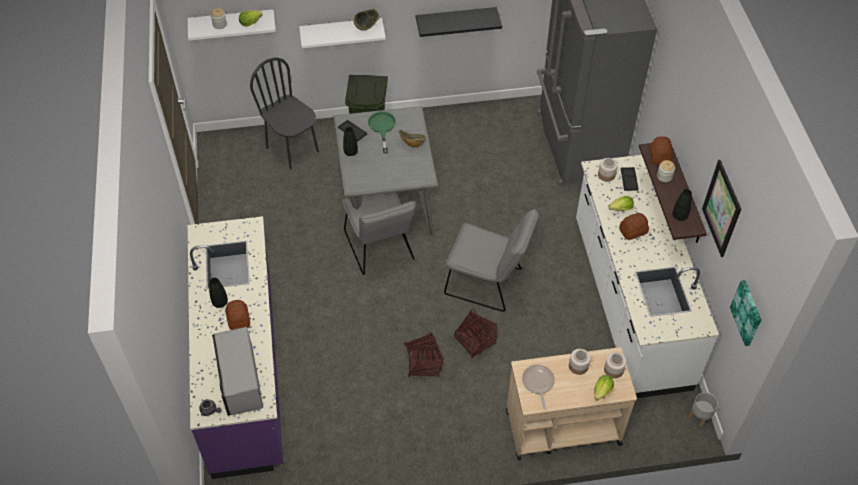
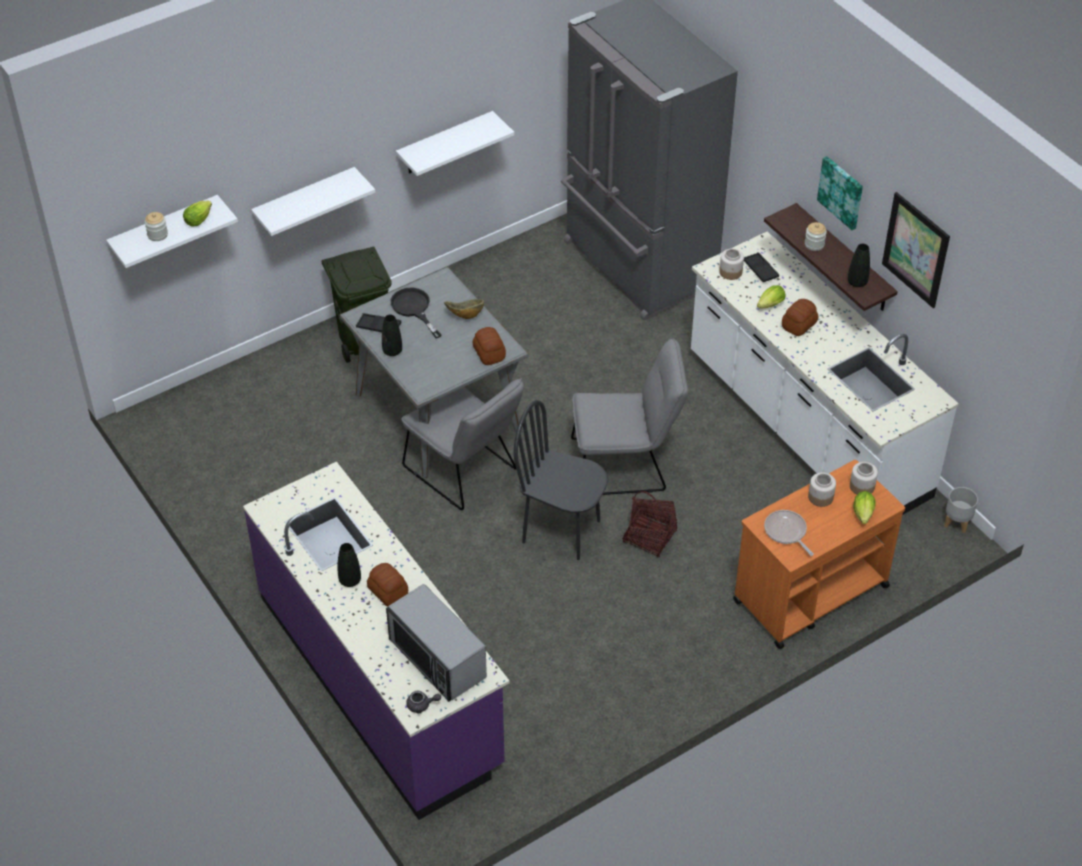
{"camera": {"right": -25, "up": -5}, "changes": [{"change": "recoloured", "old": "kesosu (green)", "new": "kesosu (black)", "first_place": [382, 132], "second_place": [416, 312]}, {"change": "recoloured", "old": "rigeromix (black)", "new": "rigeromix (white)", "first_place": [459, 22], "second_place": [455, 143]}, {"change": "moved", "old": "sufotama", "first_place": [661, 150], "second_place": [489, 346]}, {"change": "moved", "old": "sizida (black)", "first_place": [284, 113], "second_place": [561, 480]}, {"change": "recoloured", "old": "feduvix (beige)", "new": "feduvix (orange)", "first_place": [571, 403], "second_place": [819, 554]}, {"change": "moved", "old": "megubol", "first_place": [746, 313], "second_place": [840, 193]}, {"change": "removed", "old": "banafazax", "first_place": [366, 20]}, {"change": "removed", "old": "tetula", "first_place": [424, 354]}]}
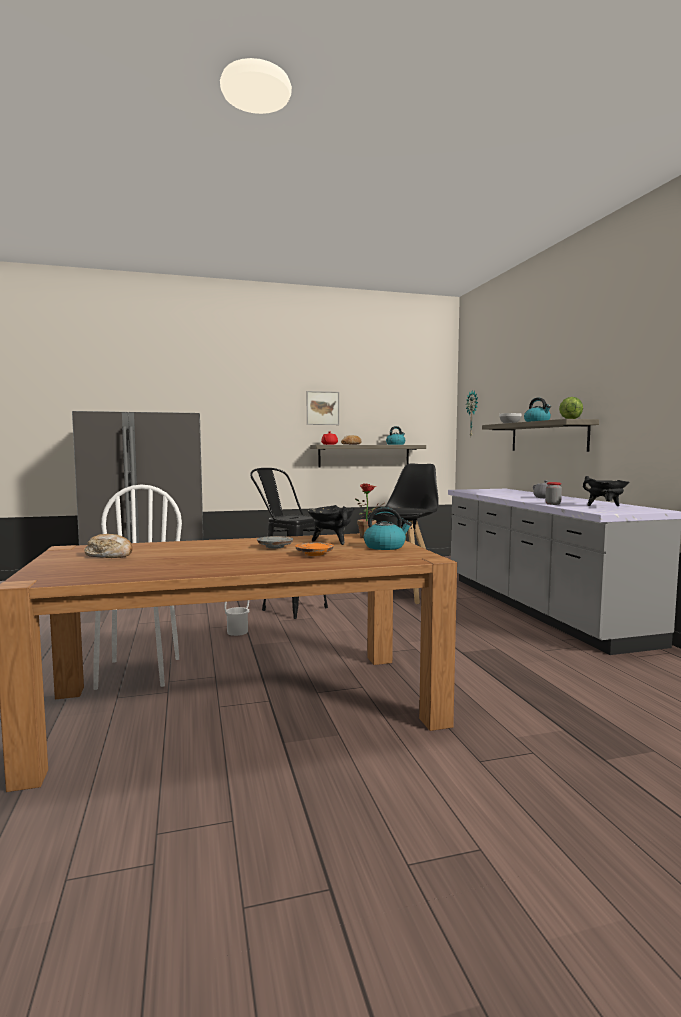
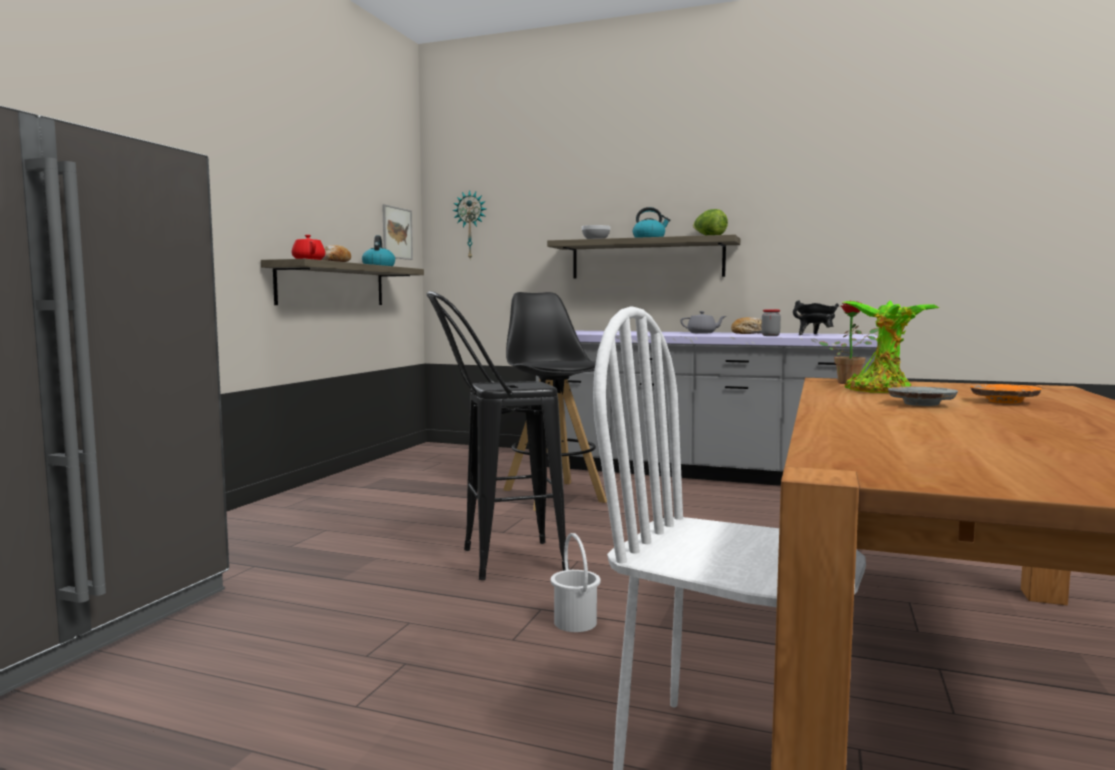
{"camera": {"right": -55, "up": 0}, "changes": [{"change": "moved", "old": "megubol", "first_place": [323, 408], "second_place": [397, 232]}, {"change": "moved", "old": "sufotama", "first_place": [108, 546], "second_place": [746, 325]}, {"change": "replaced", "old": "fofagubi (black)", "new": "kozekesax", "first_place": [330, 525], "second_place": [891, 346]}, {"change": "removed", "old": "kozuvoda", "first_place": [388, 528]}]}
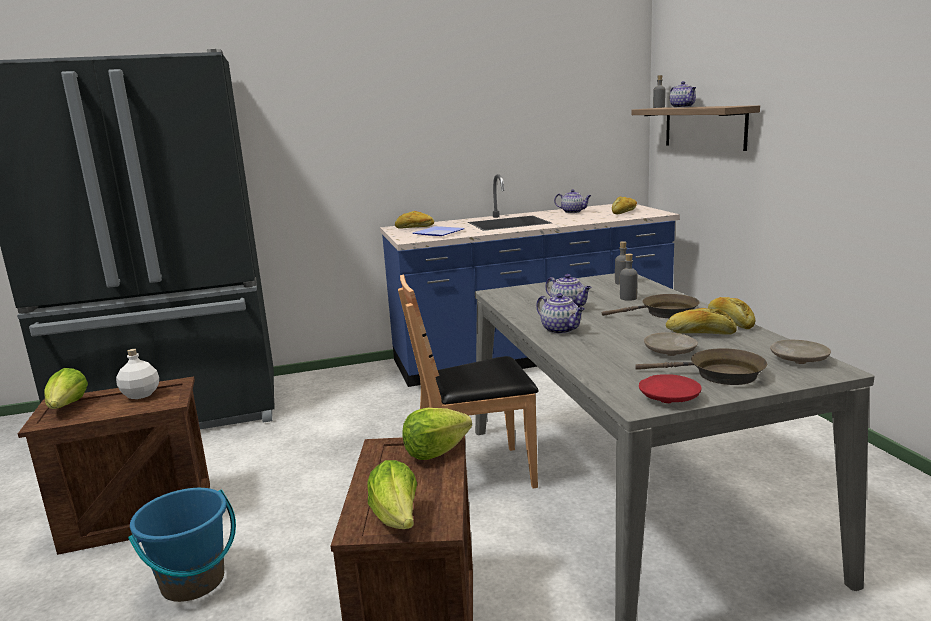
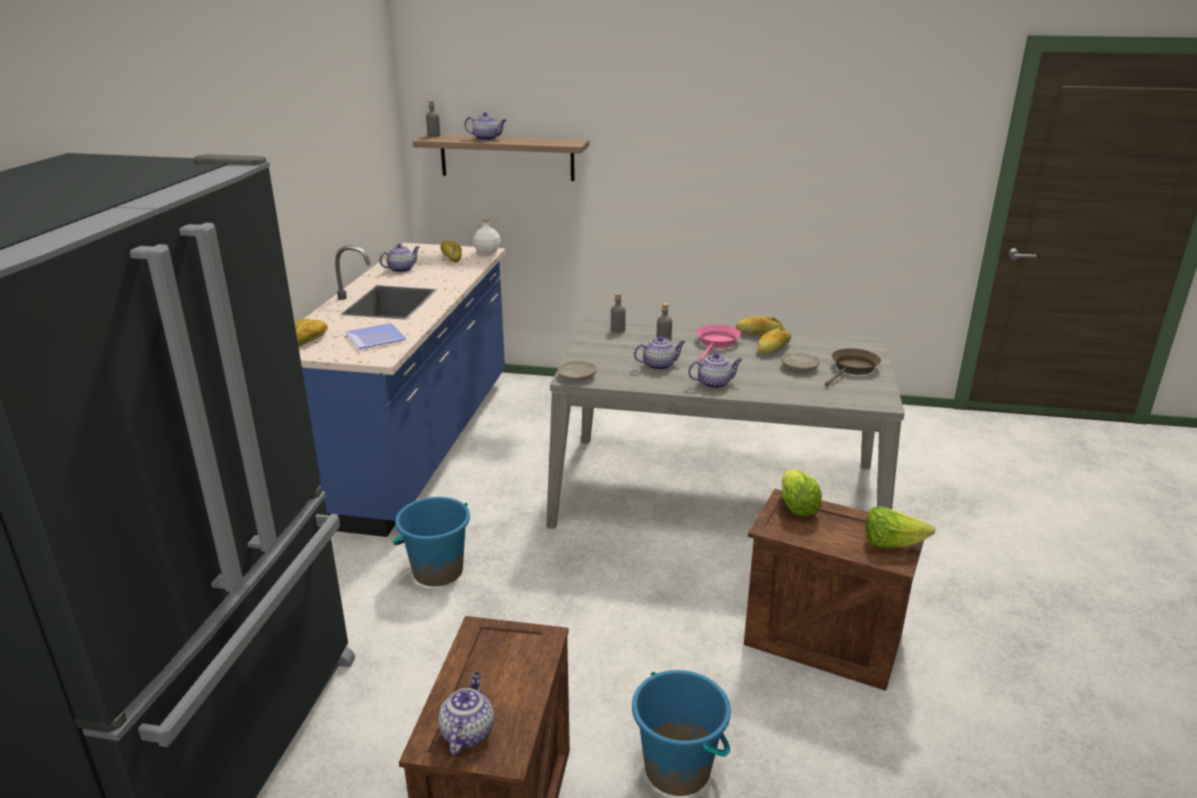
{"camera": {"right": -65, "up": 10}, "changes": [{"change": "added", "new": "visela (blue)", "second_place": [431, 541]}, {"change": "replaced", "old": "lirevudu", "new": "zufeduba", "first_place": [66, 388], "second_place": [466, 713]}, {"change": "moved", "old": "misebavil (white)", "first_place": [137, 374], "second_place": [487, 236]}, {"change": "moved", "old": "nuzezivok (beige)", "first_place": [800, 352], "second_place": [577, 370]}, {"change": "recoloured", "old": "kesosu (brown)", "new": "kesosu (pink)", "first_place": [651, 306], "second_place": [718, 343]}, {"change": "removed", "old": "sizida (brown)", "first_place": [468, 381]}, {"change": "removed", "old": "nuzezivok (red)", "first_place": [670, 388]}]}
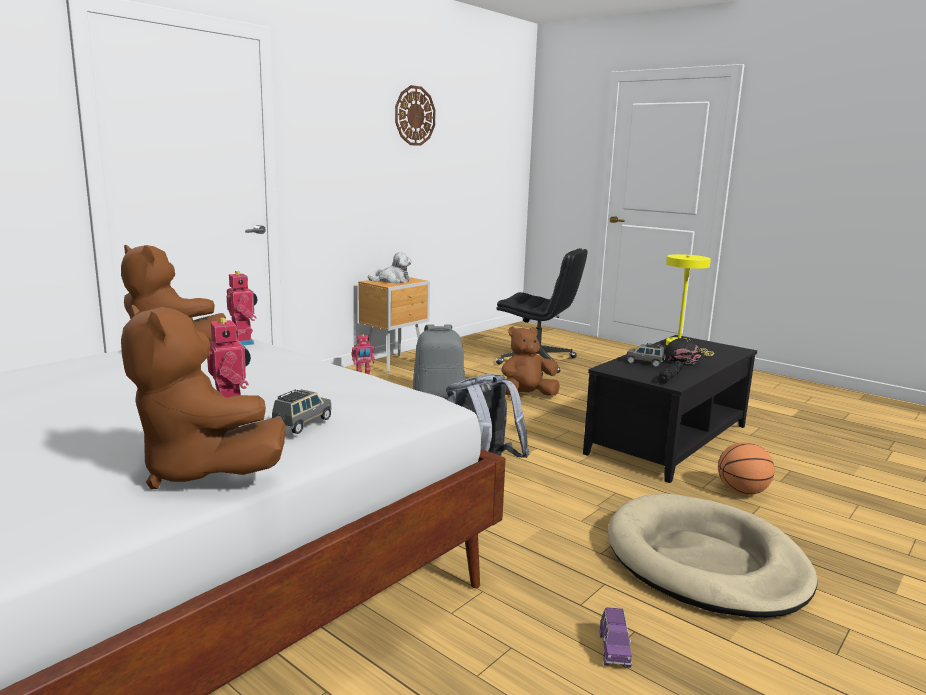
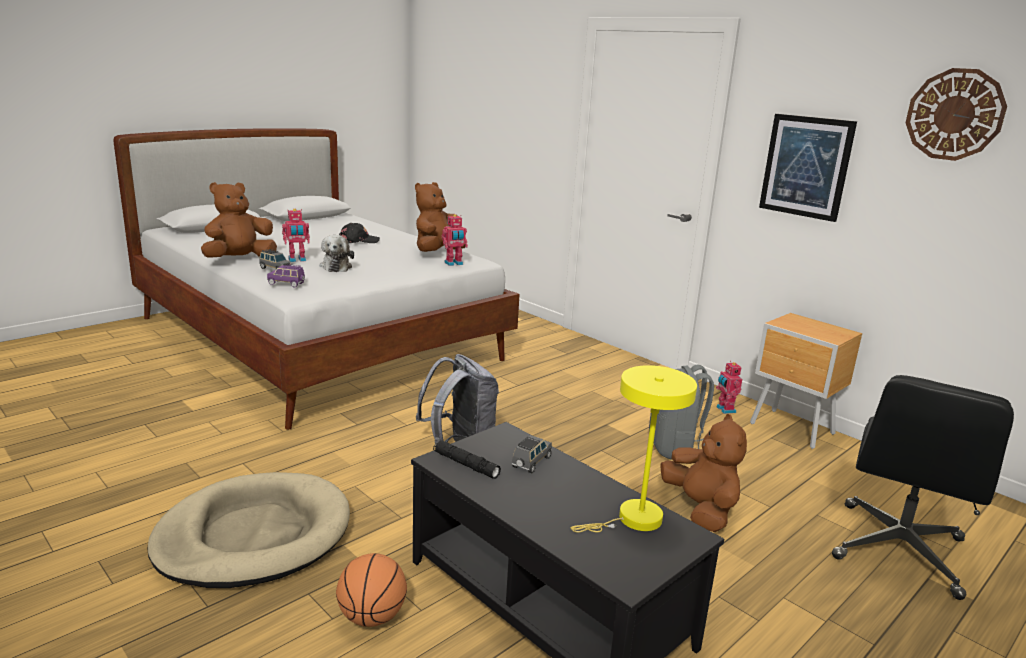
{"camera": {"right": 95, "up": 5}, "changes": [{"change": "moved", "old": "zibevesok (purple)", "first_place": [616, 637], "second_place": [286, 275]}, {"change": "moved", "old": "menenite", "first_place": [390, 267], "second_place": [336, 253]}, {"change": "moved", "old": "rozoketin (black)", "first_place": [683, 351], "second_place": [359, 233]}, {"change": "added", "new": "megubol", "second_place": [808, 168]}]}
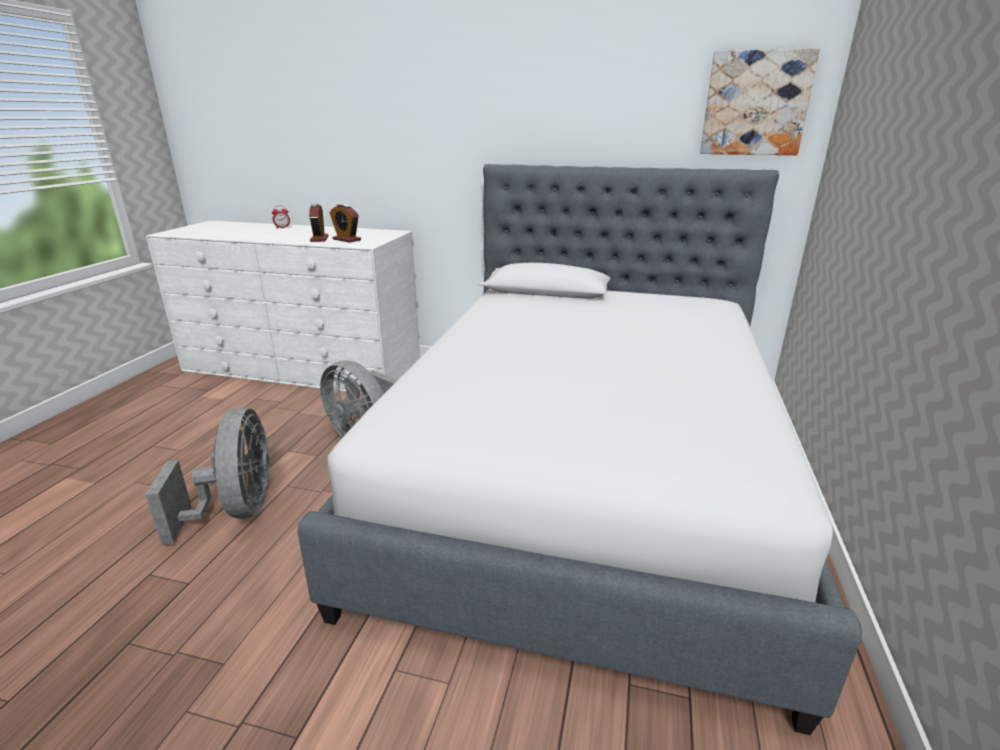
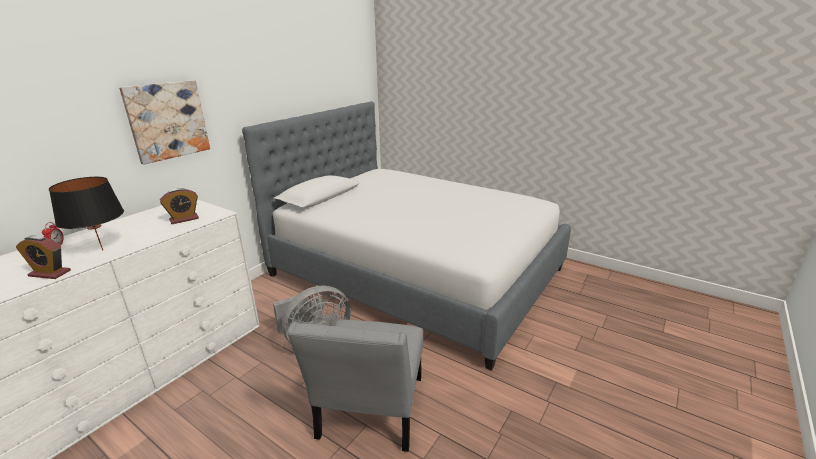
{"camera": {"right": -70, "up": 0}, "changes": [{"change": "moved", "old": "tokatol", "first_place": [319, 223], "second_place": [43, 257]}, {"change": "added", "new": "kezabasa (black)", "second_place": [86, 214]}, {"change": "moved", "old": "megubol", "first_place": [760, 101], "second_place": [164, 122]}, {"change": "replaced", "old": "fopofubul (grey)", "new": "sizida (grey)", "first_place": [208, 476], "second_place": [355, 386]}]}
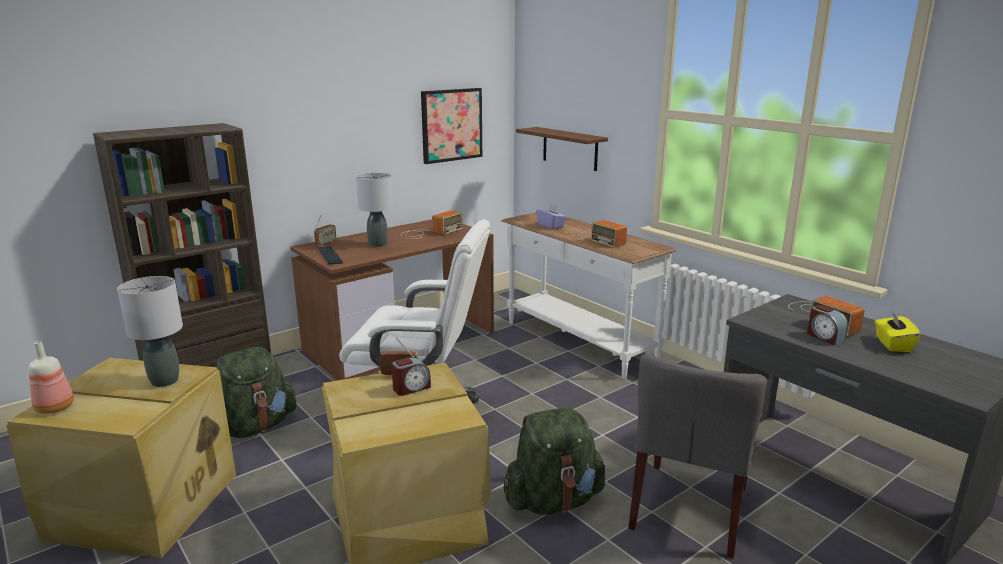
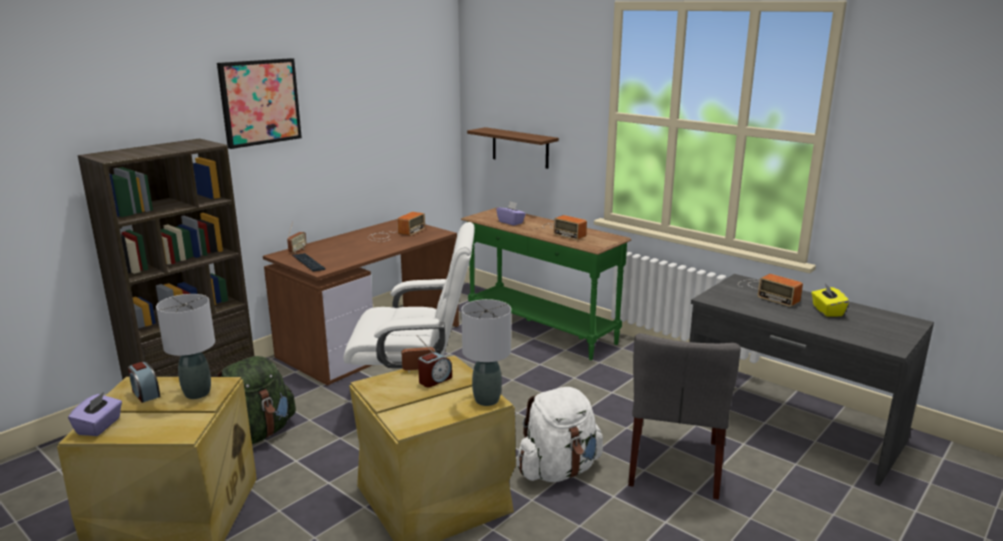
{"camera": {"right": -10, "up": 0}, "changes": [{"change": "replaced", "old": "misebavil", "new": "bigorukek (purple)", "first_place": [51, 377], "second_place": [95, 414]}, {"change": "moved", "old": "tokatol", "first_place": [827, 325], "second_place": [144, 382]}, {"change": "moved", "old": "megubol", "first_place": [451, 126], "second_place": [259, 103]}, {"change": "recoloured", "old": "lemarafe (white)", "new": "lemarafe (green)", "first_place": [588, 295], "second_place": [546, 283]}, {"change": "moved", "old": "kezabasa (grey)", "first_place": [374, 210], "second_place": [486, 352]}, {"change": "recoloured", "old": "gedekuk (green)", "new": "gedekuk (white)", "first_place": [554, 461], "second_place": [560, 434]}]}
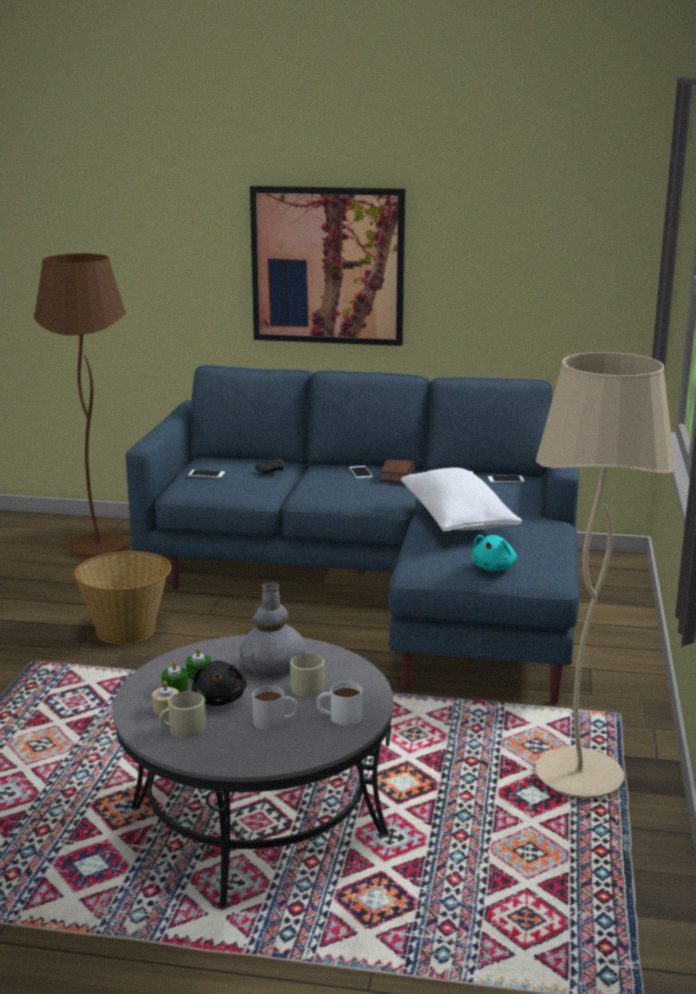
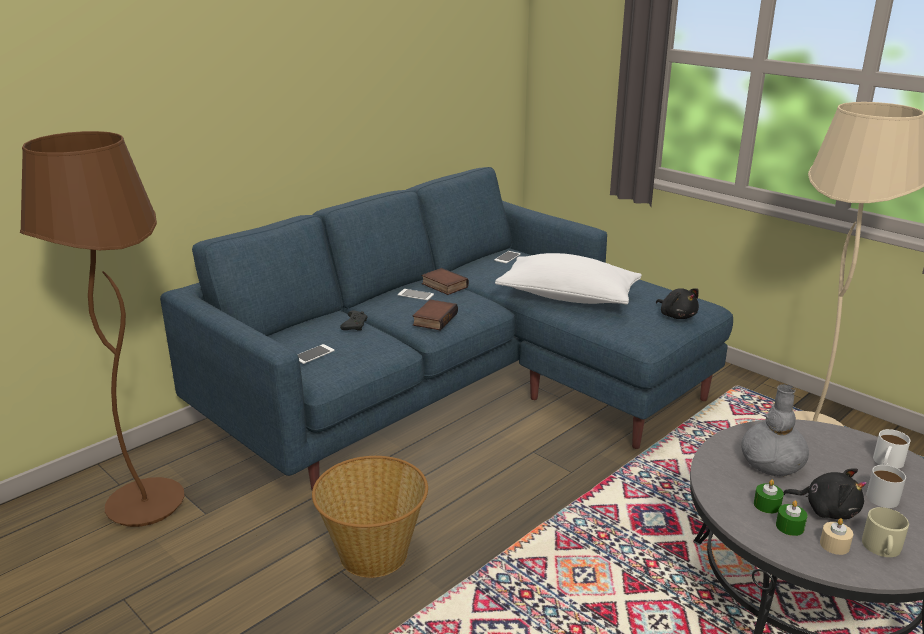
{"camera": {"right": -55, "up": 5}, "changes": [{"change": "added", "new": "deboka", "second_place": [435, 315]}, {"change": "recoloured", "old": "menenite (turquoise)", "new": "menenite (black)", "first_place": [494, 552], "second_place": [677, 303]}, {"change": "removed", "old": "megubol", "first_place": [328, 266]}, {"change": "removed", "old": "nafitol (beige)", "first_place": [307, 675]}]}
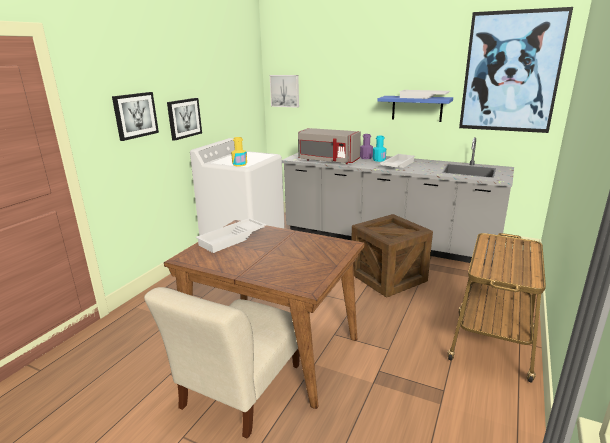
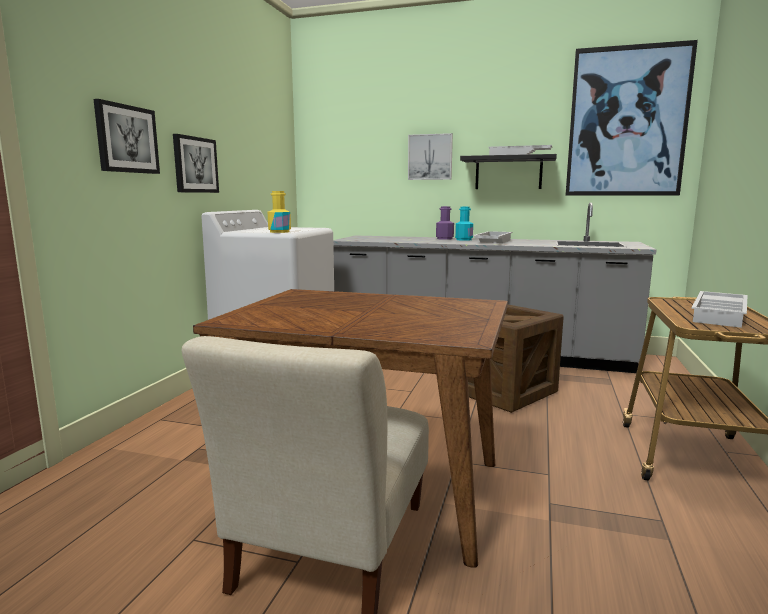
{"camera": {"right": -10, "up": -10}, "changes": [{"change": "moved", "old": "megubol", "first_place": [284, 91], "second_place": [430, 156]}, {"change": "recoloured", "old": "rigeromix (blue)", "new": "rigeromix (black)", "first_place": [415, 109], "second_place": [508, 171]}, {"change": "moved", "old": "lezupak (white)", "first_place": [230, 235], "second_place": [719, 309]}, {"change": "removed", "old": "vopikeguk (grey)", "first_place": [329, 146]}]}
